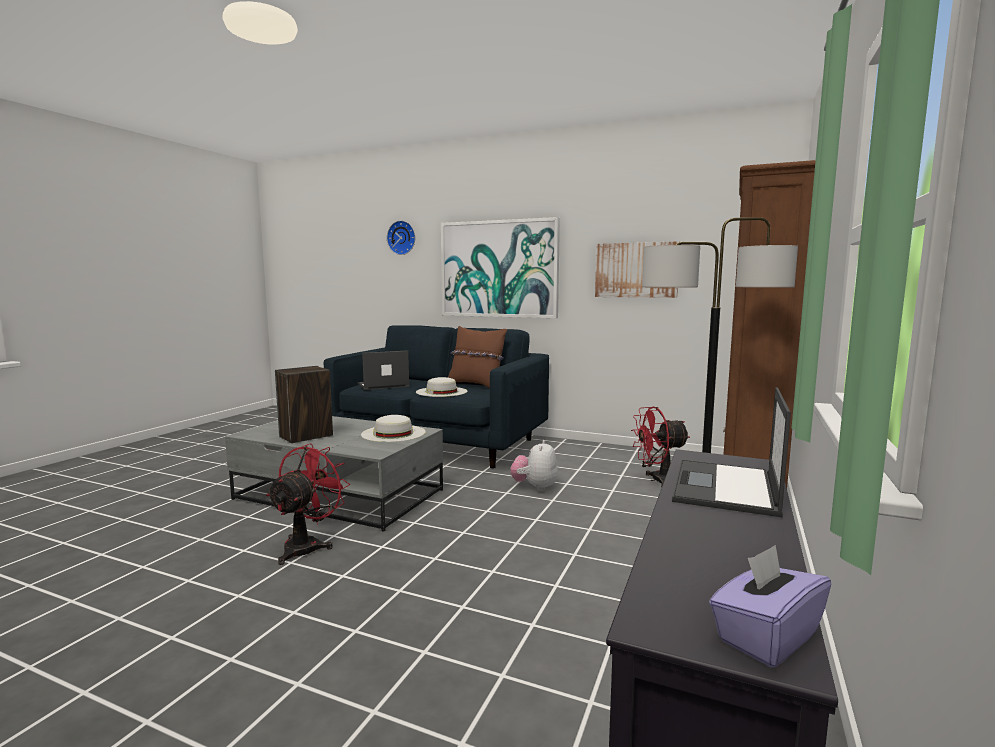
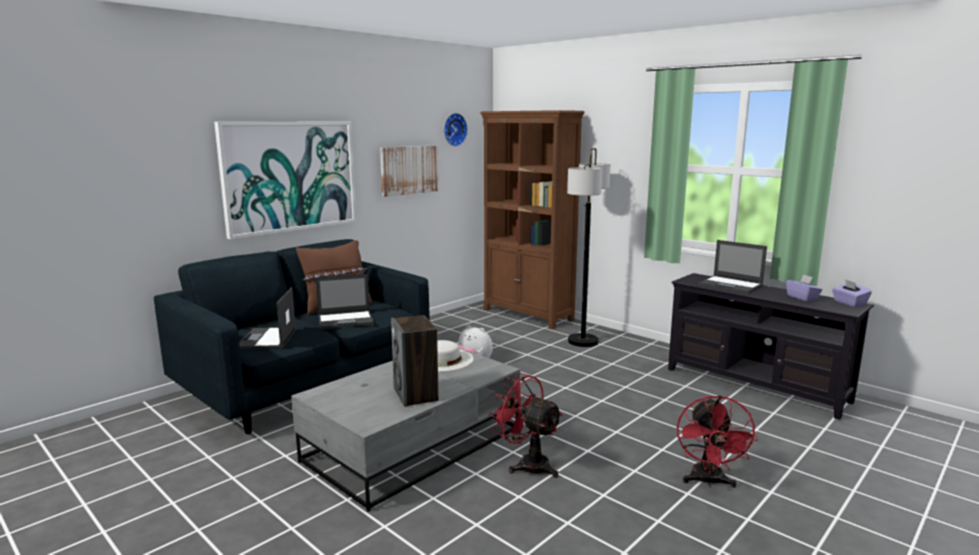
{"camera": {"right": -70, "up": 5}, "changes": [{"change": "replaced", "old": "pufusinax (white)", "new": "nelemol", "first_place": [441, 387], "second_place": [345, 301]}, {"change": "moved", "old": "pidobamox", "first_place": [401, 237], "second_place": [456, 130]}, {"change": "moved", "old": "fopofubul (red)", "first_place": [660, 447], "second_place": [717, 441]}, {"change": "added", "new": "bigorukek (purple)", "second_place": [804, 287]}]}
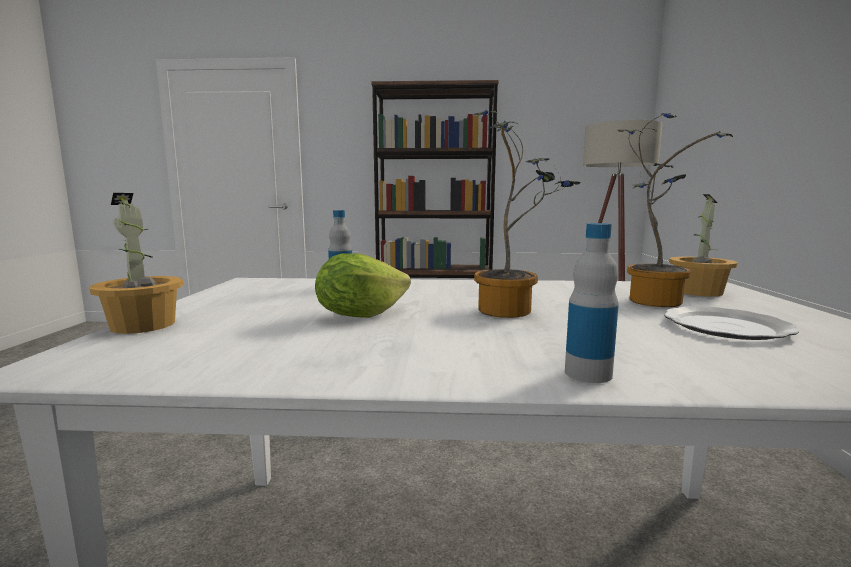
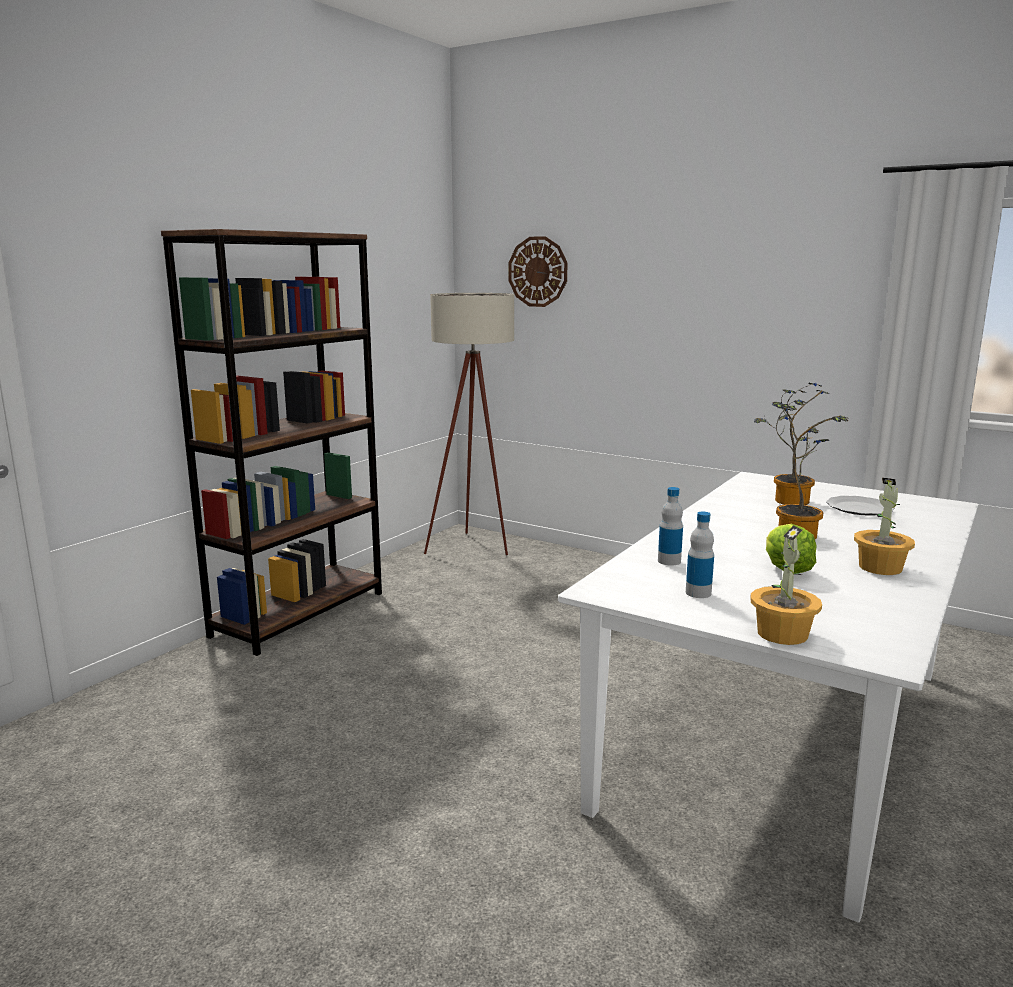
{"camera": {"right": -60, "up": 5}, "changes": [{"change": "added", "new": "pidobamox", "second_place": [537, 271]}, {"change": "moved", "old": "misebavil", "first_place": [592, 303], "second_place": [700, 555]}, {"change": "moved", "old": "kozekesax", "first_place": [703, 245], "second_place": [884, 526]}]}
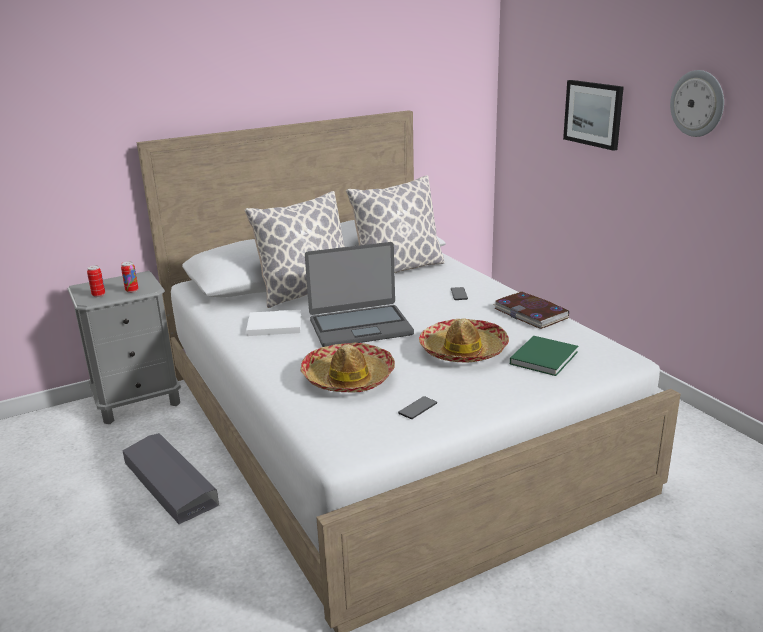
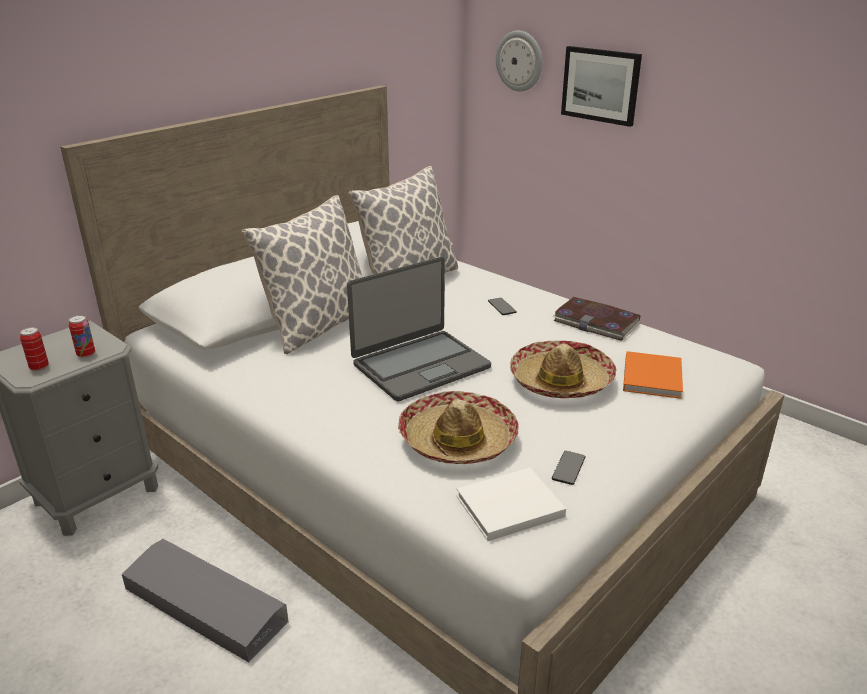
{"camera": {"right": -20, "up": 5}, "changes": [{"change": "moved", "old": "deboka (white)", "first_place": [273, 323], "second_place": [511, 504]}, {"change": "moved", "old": "pidobamox", "first_place": [697, 103], "second_place": [519, 61]}, {"change": "recoloured", "old": "deboka (green)", "new": "deboka (orange)", "first_place": [544, 356], "second_place": [653, 375]}]}
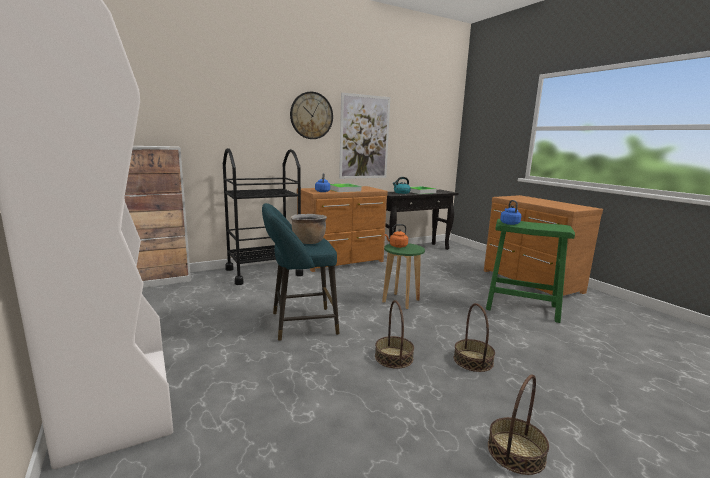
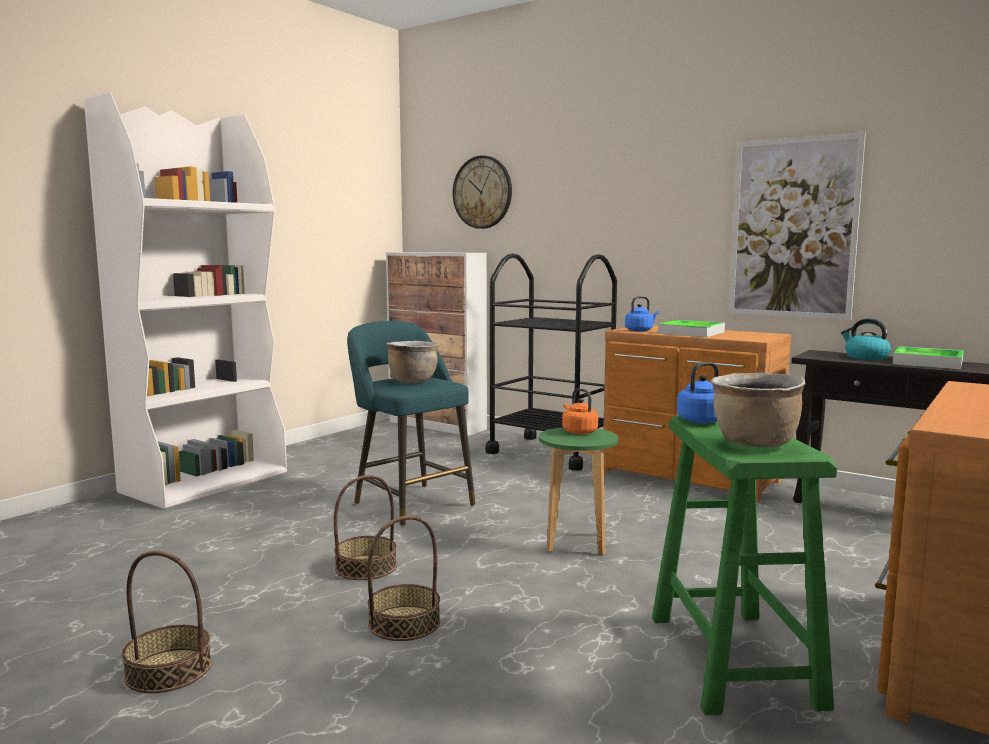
{"camera": {"right": 65, "up": -5}, "changes": [{"change": "moved", "old": "pidobamox", "first_place": [311, 115], "second_place": [482, 192]}, {"change": "added", "new": "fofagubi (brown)", "second_place": [758, 410]}]}
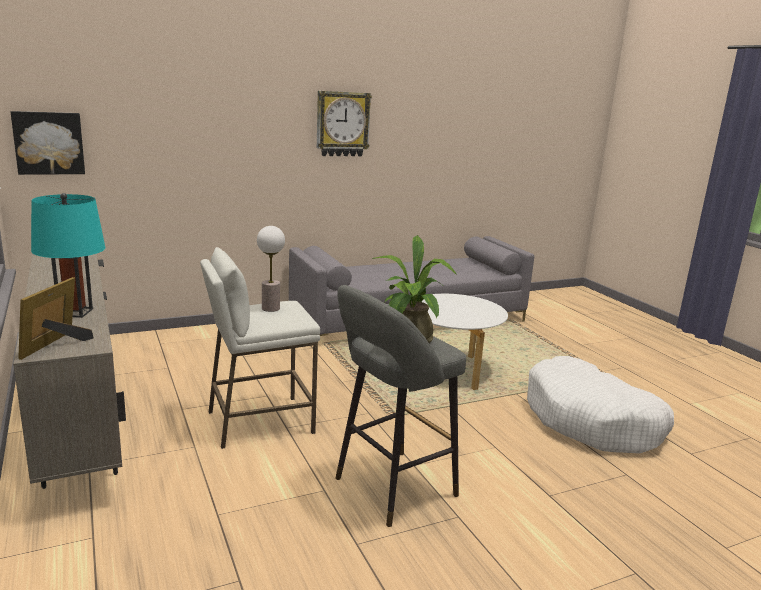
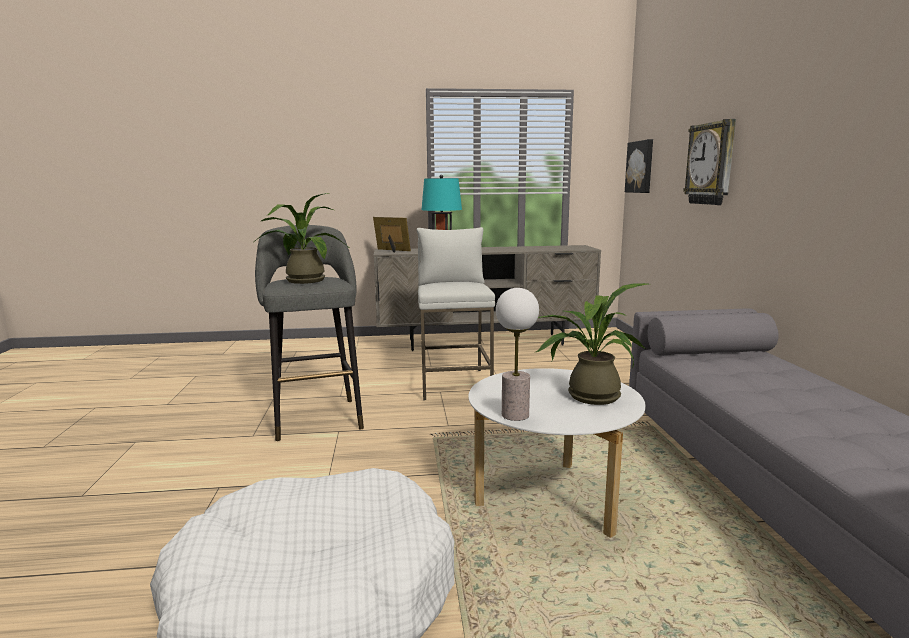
{"camera": {"right": 110, "up": -5}, "changes": [{"change": "moved", "old": "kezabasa", "first_place": [271, 269], "second_place": [517, 354]}, {"change": "added", "new": "kozekesax", "second_place": [592, 344]}, {"change": "moved", "old": "pidobamox", "first_place": [344, 123], "second_place": [709, 162]}]}
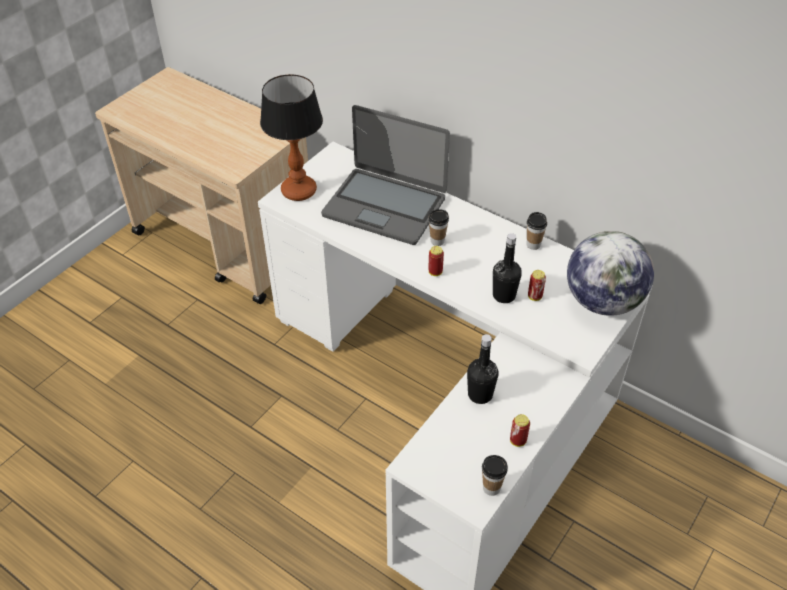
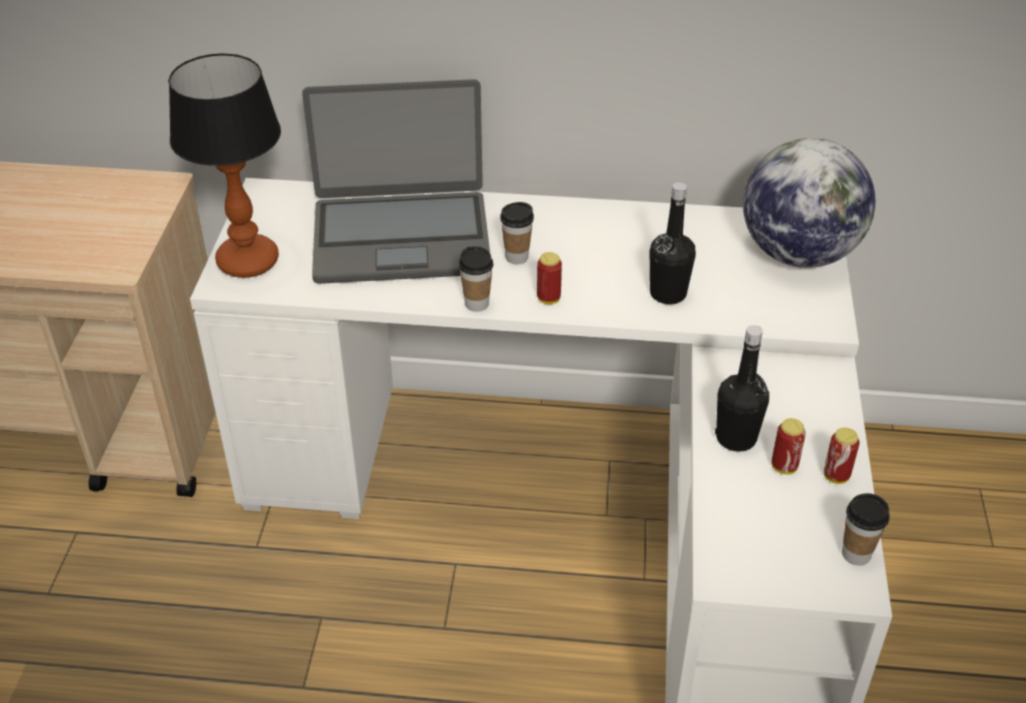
{"camera": {"right": -30, "up": -5}, "changes": [{"change": "moved", "old": "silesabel", "first_place": [537, 231], "second_place": [476, 279]}, {"change": "moved", "old": "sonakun", "first_place": [537, 285], "second_place": [789, 446]}]}
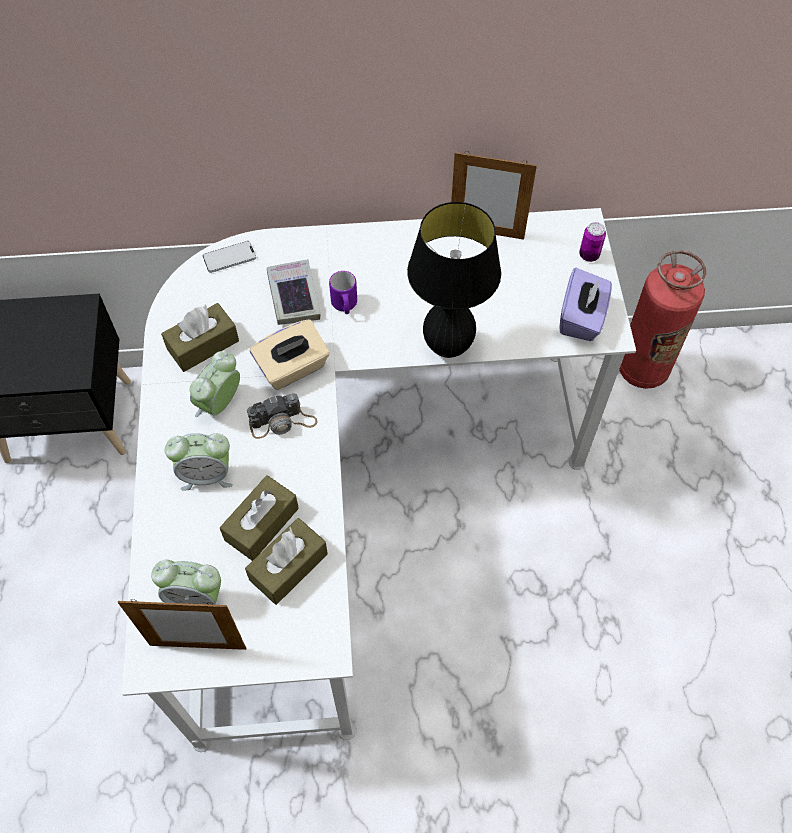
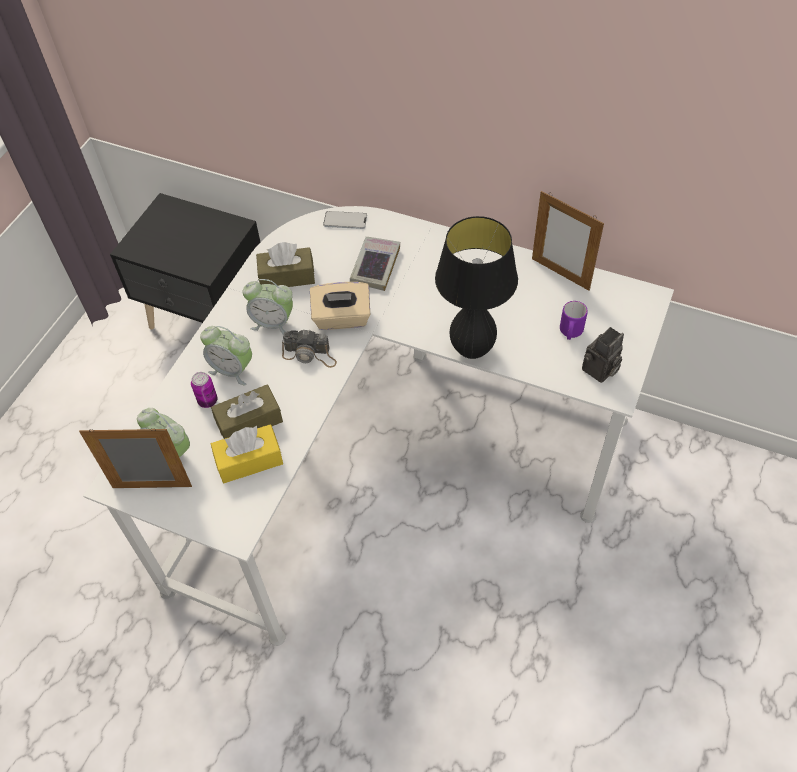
{"camera": {"right": 30, "up": -5}, "changes": [{"change": "turned", "old": "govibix", "first_place": [182, 624], "second_place": [135, 458], "degrees": 150}, {"change": "moved", "old": "sonakun", "first_place": [592, 242], "second_place": [204, 390]}, {"change": "recoloured", "old": "bigorukek (brown)", "new": "bigorukek (yellow)", "first_place": [286, 561], "second_place": [247, 453]}, {"change": "turned", "old": "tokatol", "first_place": [215, 384], "second_place": [267, 307], "degrees": -135}, {"change": "moved", "old": "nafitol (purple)", "first_place": [343, 292], "second_place": [574, 320]}, {"change": "replaced", "old": "bigorukek (purple)", "new": "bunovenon", "first_place": [585, 304], "second_place": [603, 355]}, {"change": "removed", "old": "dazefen", "first_place": [662, 319]}]}
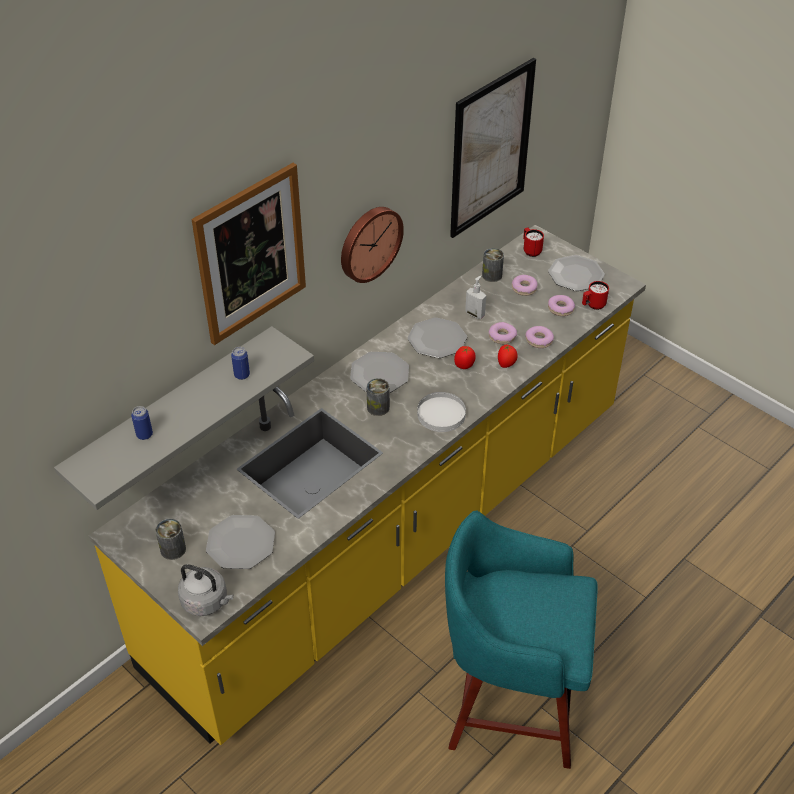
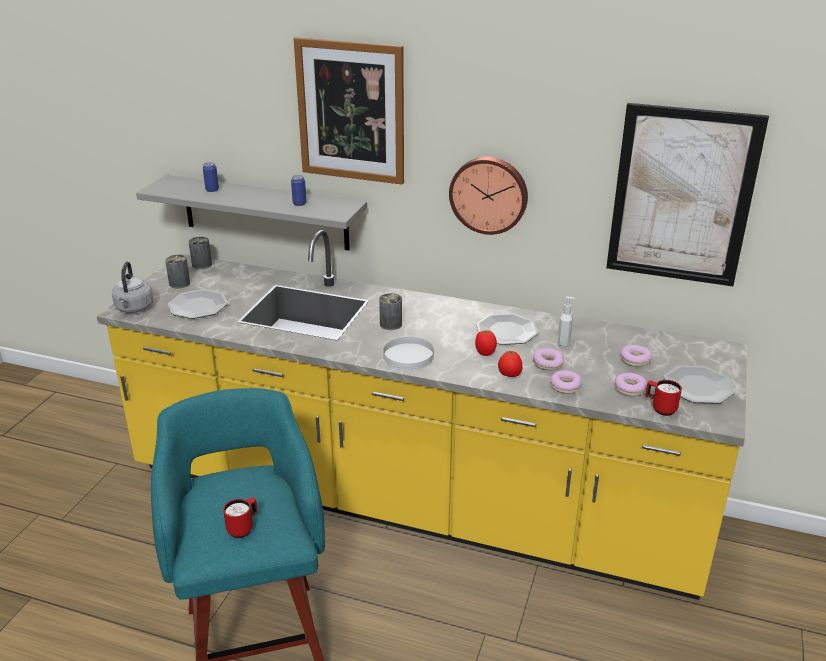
{"camera": {"right": 65, "up": -15}, "changes": [{"change": "moved", "old": "sonakun", "first_place": [493, 265], "second_place": [200, 253]}, {"change": "moved", "old": "nafitol (red)", "first_place": [533, 242], "second_place": [240, 517]}, {"change": "removed", "old": "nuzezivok", "first_place": [379, 372]}]}
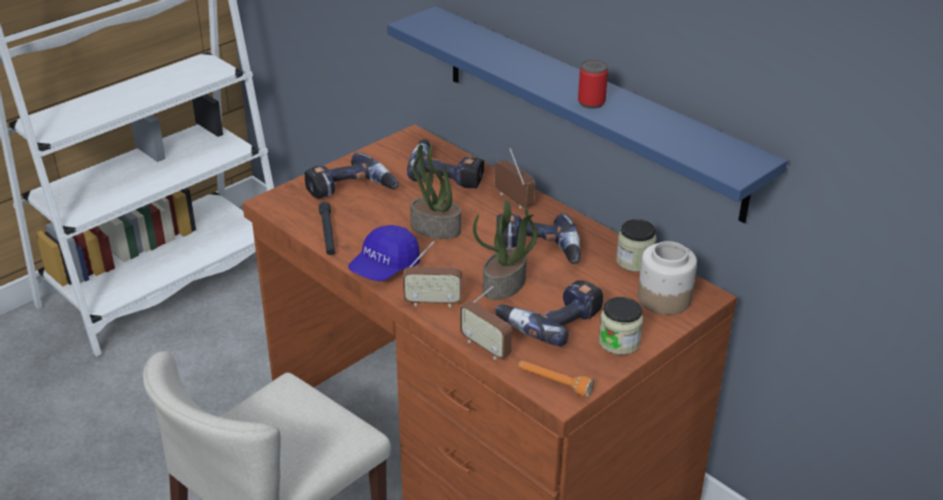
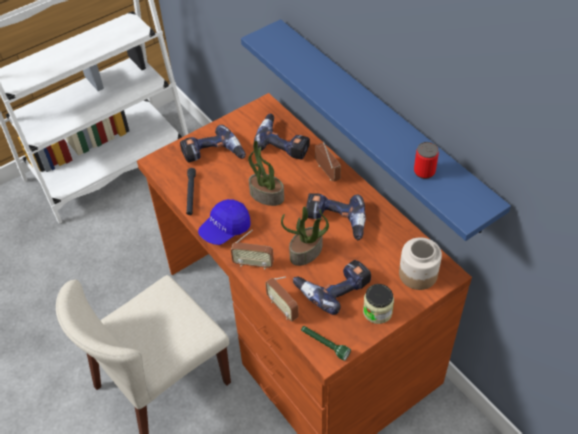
{"camera": {"right": 10, "up": 15}, "changes": [{"change": "recoloured", "old": "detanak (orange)", "new": "detanak (green)", "first_place": [556, 379], "second_place": [326, 343]}, {"change": "moved", "old": "sonakun", "first_place": [593, 84], "second_place": [426, 160]}, {"change": "removed", "old": "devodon", "first_place": [636, 245]}]}
